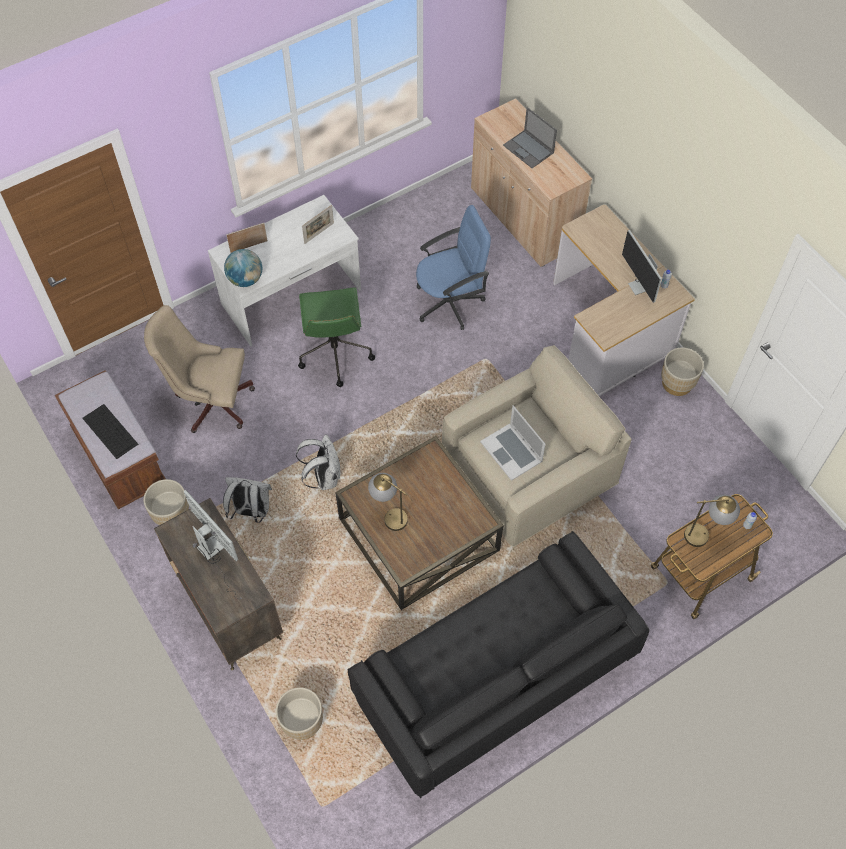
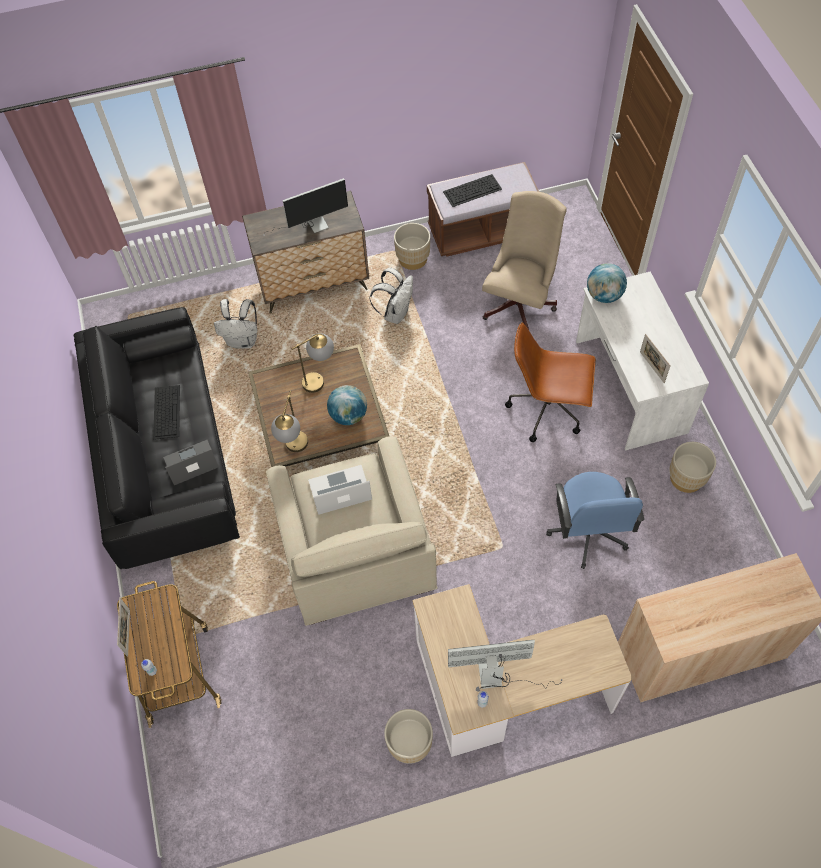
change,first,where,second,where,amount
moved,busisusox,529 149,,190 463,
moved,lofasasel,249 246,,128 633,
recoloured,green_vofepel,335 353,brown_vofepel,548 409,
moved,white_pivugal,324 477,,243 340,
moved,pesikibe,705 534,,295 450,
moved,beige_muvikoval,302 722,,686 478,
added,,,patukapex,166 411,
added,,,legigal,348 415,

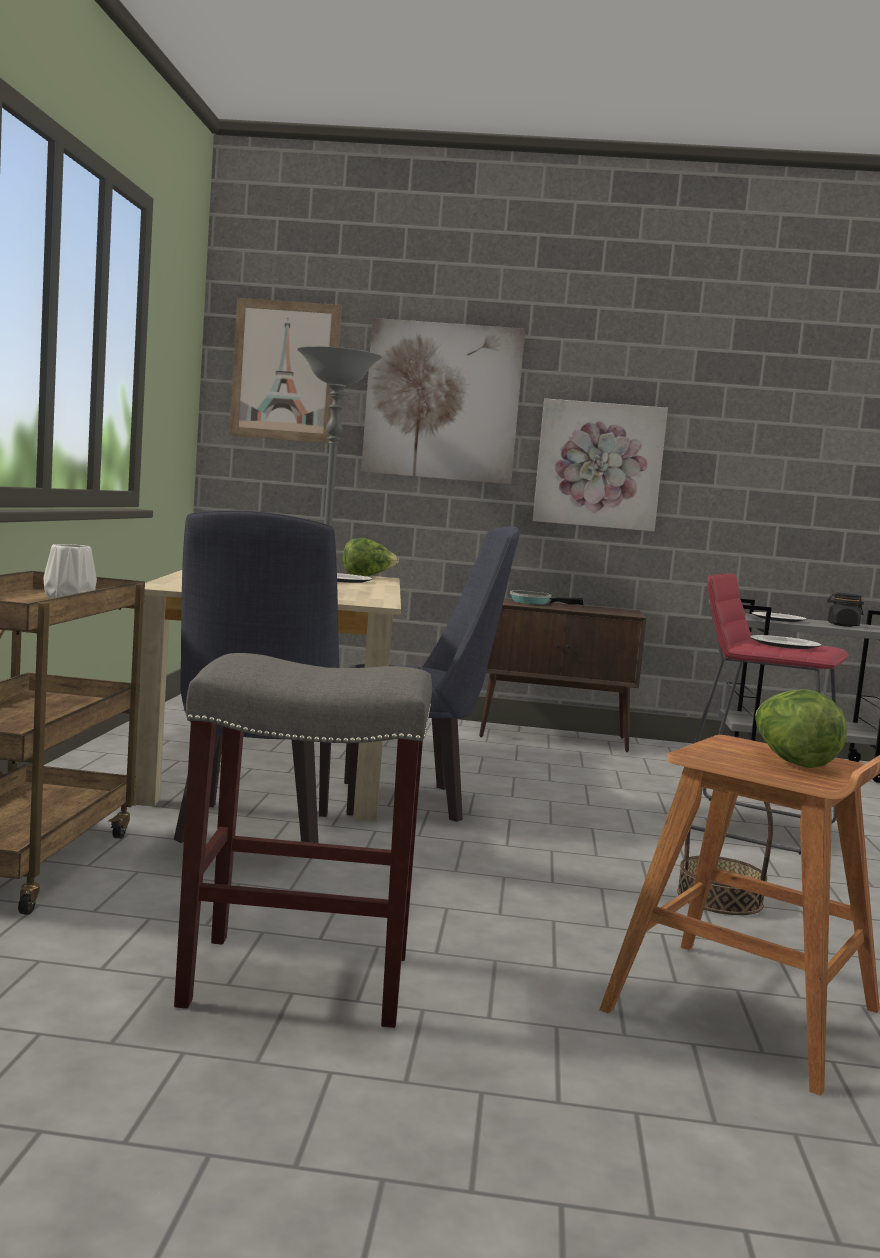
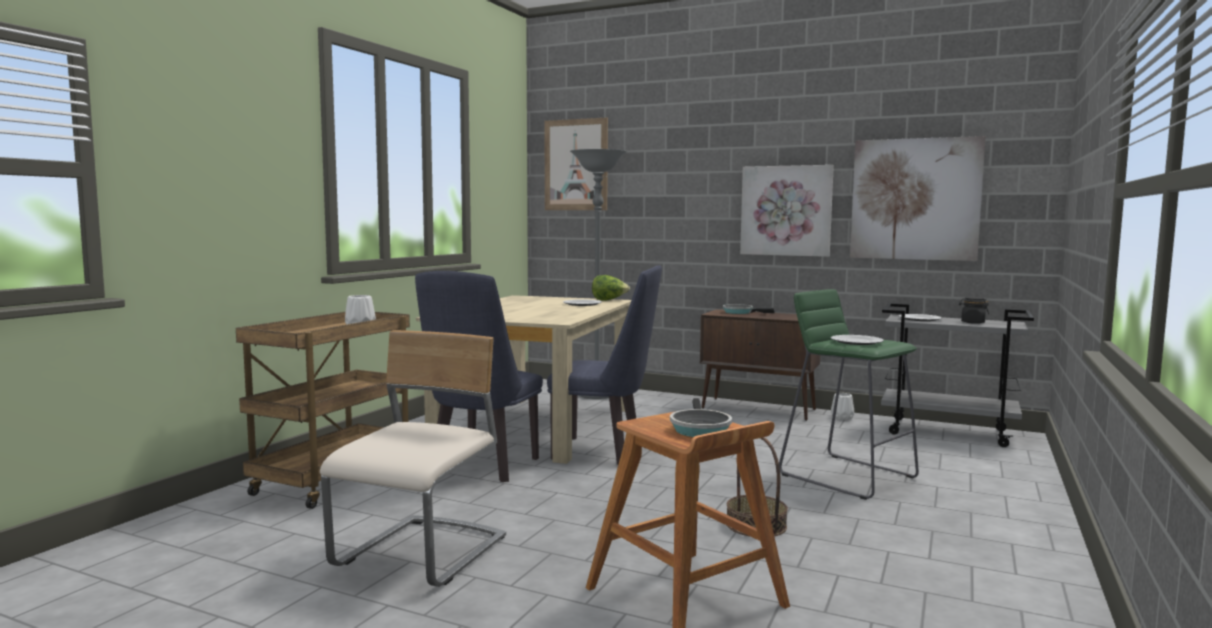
change,first,where,second,where,amount
moved,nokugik,442 401,,915 199,
recoloured,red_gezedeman,752 824,green_gezedeman,847 475,
replaced,grey_gezedeman,301 979,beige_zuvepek,423 554,
replaced,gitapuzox,791 762,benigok,699 428,
added,,,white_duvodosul,842 417,

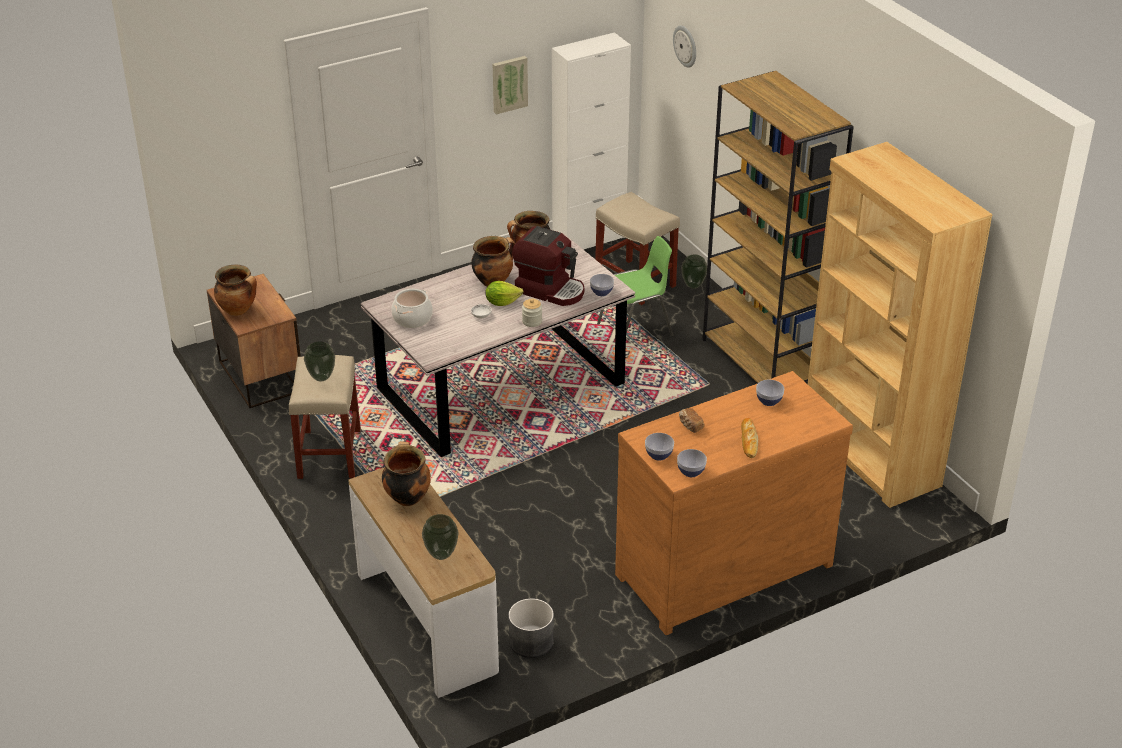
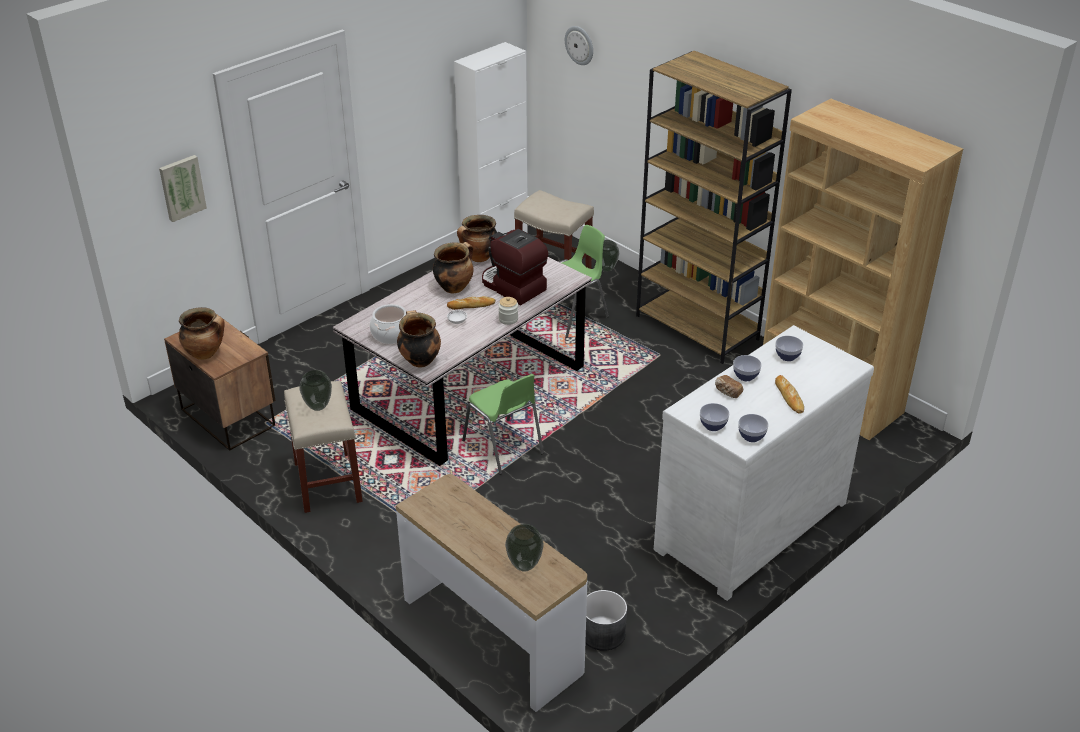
change,first,where,second,where,amount
moved,nokugik,509 84,,181 187,
turned,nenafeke,550 290,,512 287,150 degrees counterclockwise
moved,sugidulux,601 292,,745 376,
replaced,gitapuzox,502 302,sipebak,471 305,
recoloured,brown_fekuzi,721 567,white_fekuzi,747 524,
moved,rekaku,407 497,,419 360,
added,,,green_zuvepek,503 447,

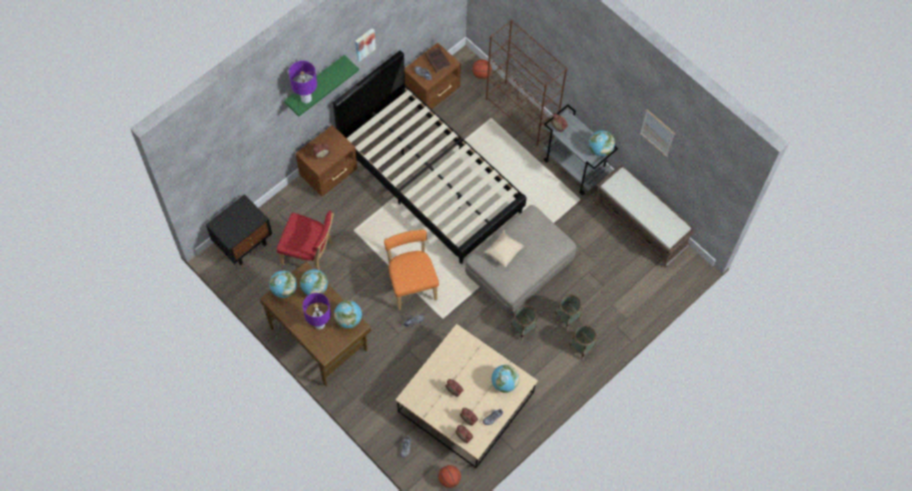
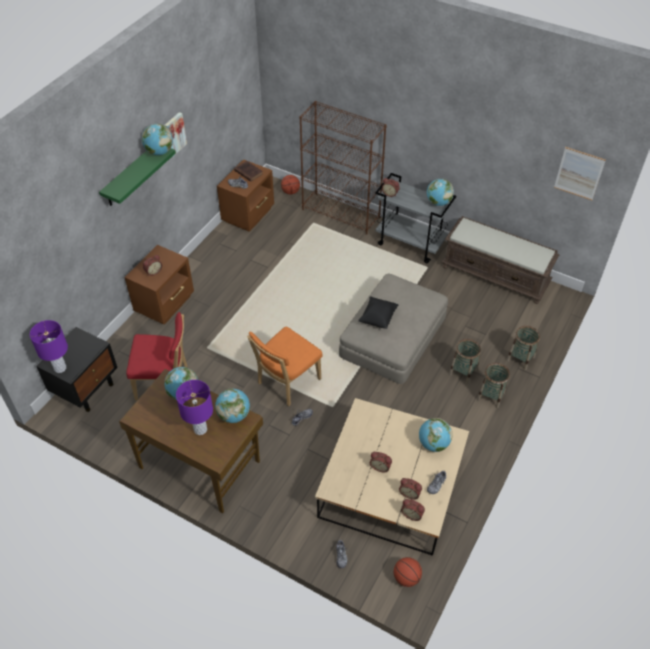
change,first,where,second,where,amount
removed,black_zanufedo,430 179,,,
moved,purple_pesikibe,306 99,,60 368,
moved,nokugik,657 133,,579 173,
turned,orange_zuvepek,411 284,,286 382,105 degrees counterclockwise
recoloured,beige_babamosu,504 252,black_babamosu,378 318,
moved,legigal,284 289,,159 152,
moved,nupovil,523 328,,520 358,

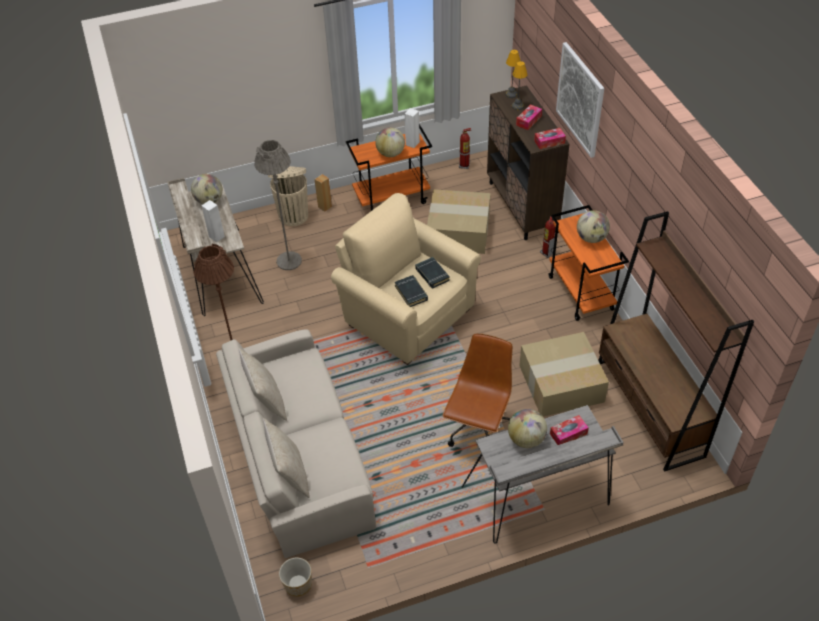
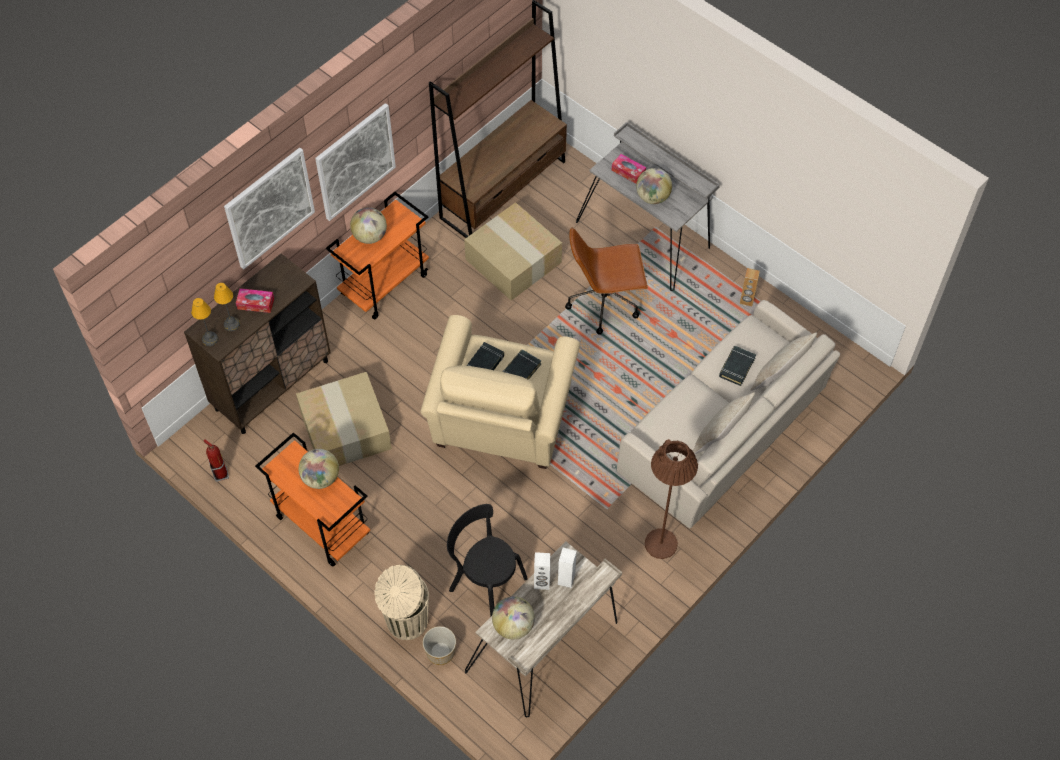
change,first,where,second,where,amount
moved,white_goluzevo,412 143,,542 583,
removed,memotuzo,549 142,,,
replaced,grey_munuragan,289 261,black_zuvepek,485 581,
moved,brown_goluzevo,324 206,,746 301,
removed,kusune,547 253,,,
moved,muvikoval,297 584,,440 652,
added,,,nokugik,355 161,
added,,,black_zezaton,736 367,

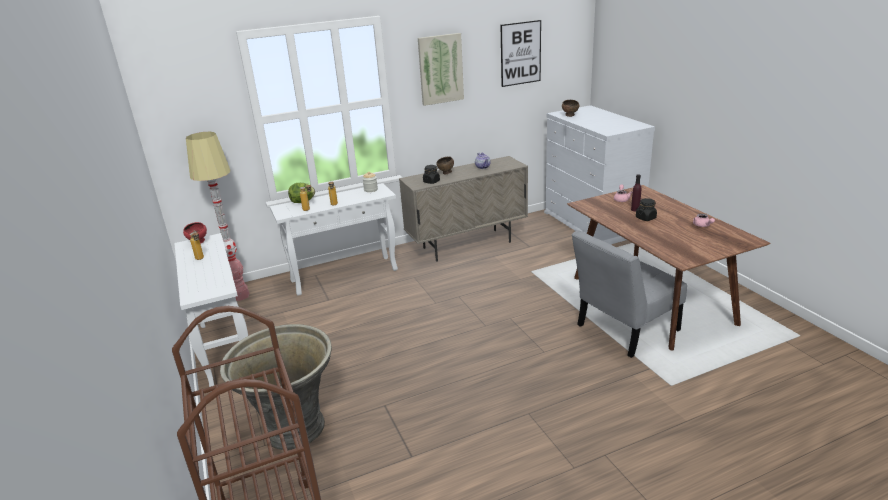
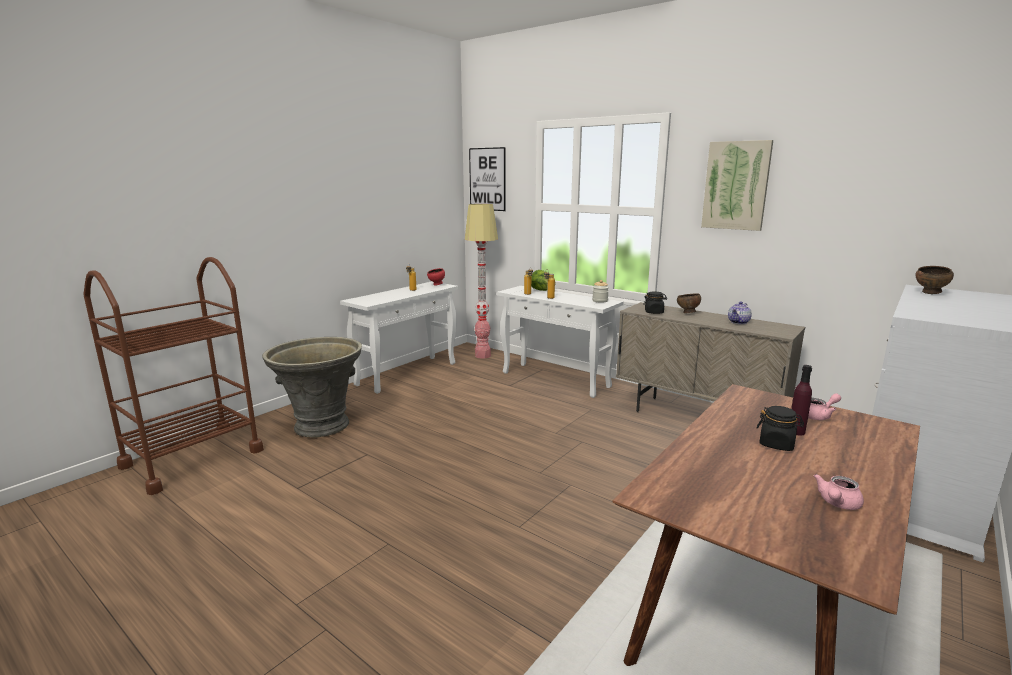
change,first,where,second,where,amount
moved,nokugik,520 53,,487 179,
removed,grey_zuvepek,623 330,,,

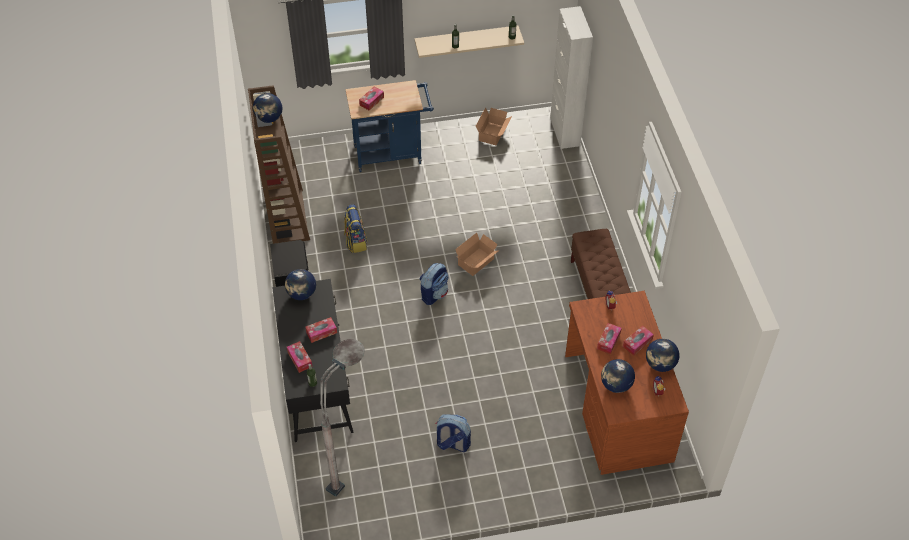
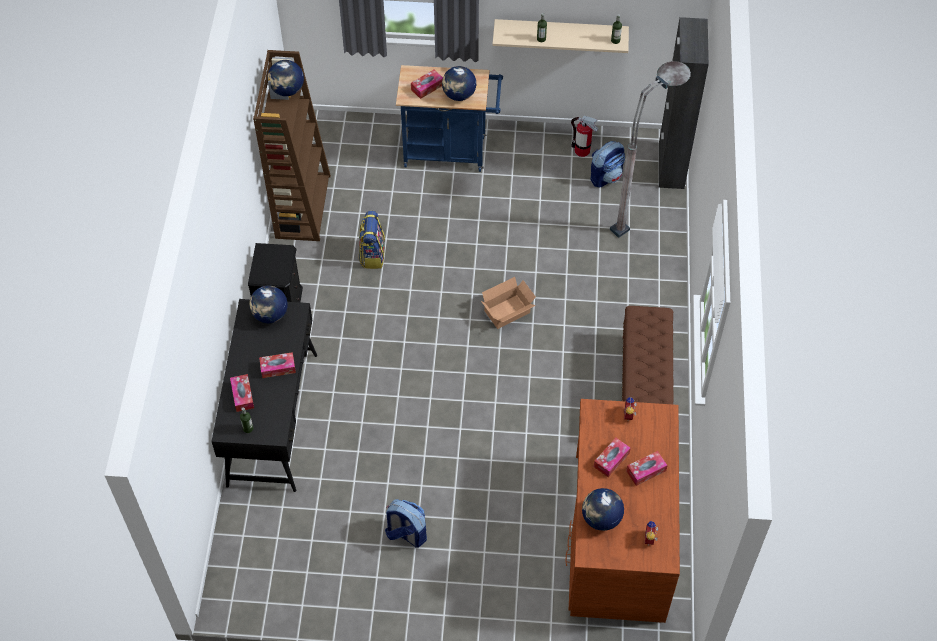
change,first,where,second,where,amount
recoloured,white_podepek,565 132,black_podepek,671 166,
replaced,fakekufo,493 133,kusune,582 150,
moved,pivugal,434 294,,606 176,
moved,grey_munuragan,354 467,,642 215,
moved,legigal,660 364,,459 95,

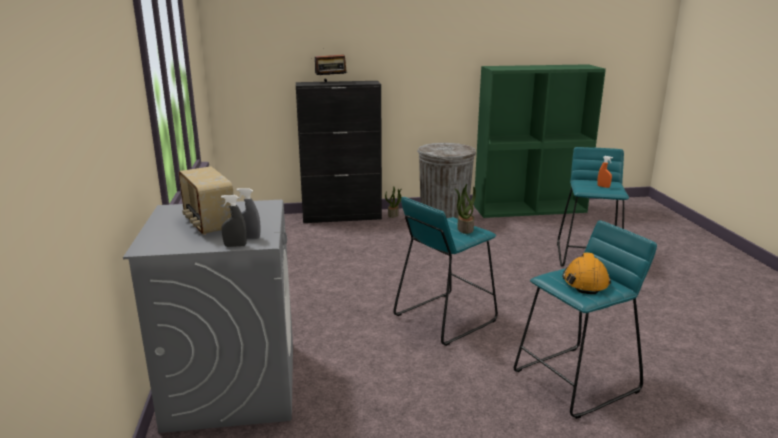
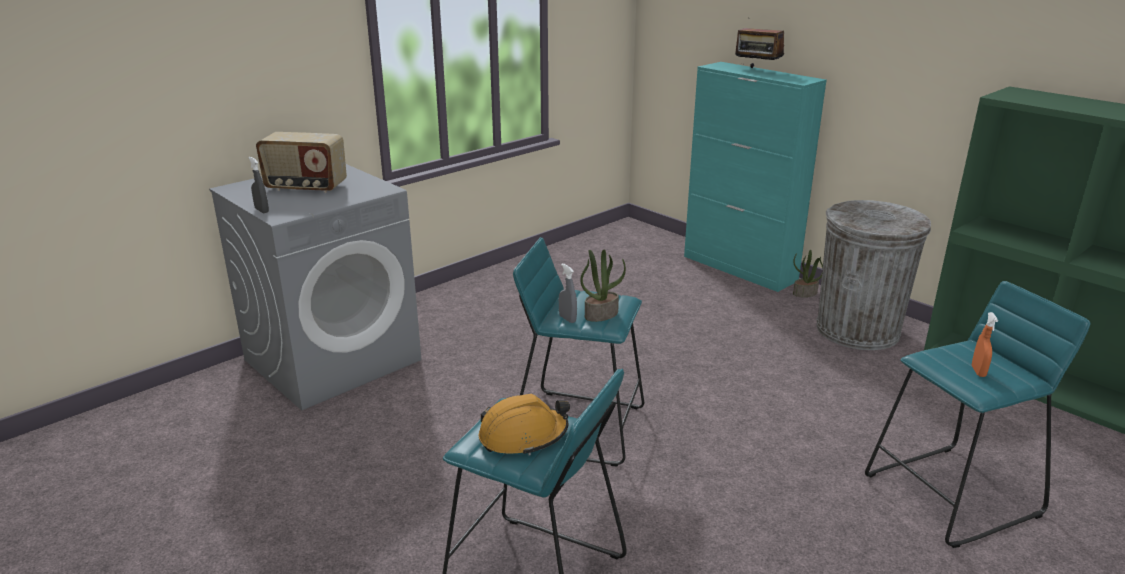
change,first,where,second,where,amount
recoloured,black_podepek,342 217,turquoise_podepek,739 268,
turned,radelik,208 224,,306 187,105 degrees counterclockwise
moved,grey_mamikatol,249 238,,567 319,

